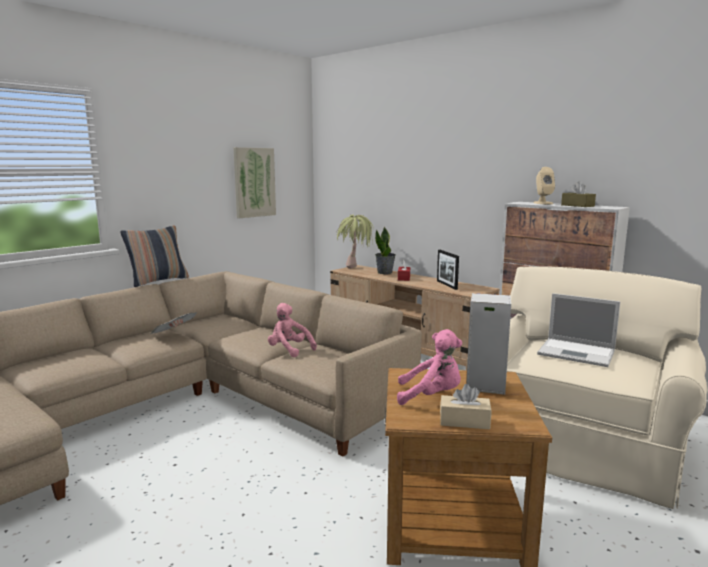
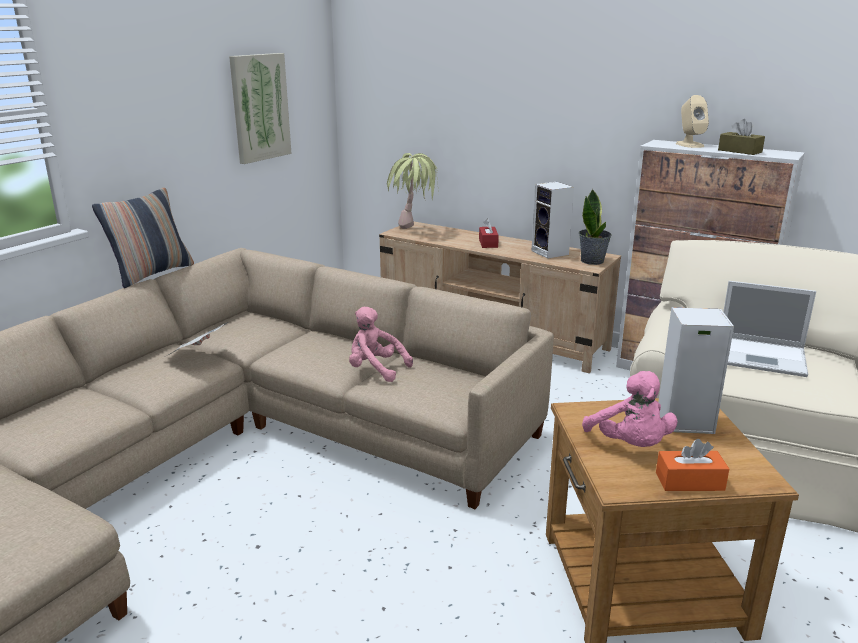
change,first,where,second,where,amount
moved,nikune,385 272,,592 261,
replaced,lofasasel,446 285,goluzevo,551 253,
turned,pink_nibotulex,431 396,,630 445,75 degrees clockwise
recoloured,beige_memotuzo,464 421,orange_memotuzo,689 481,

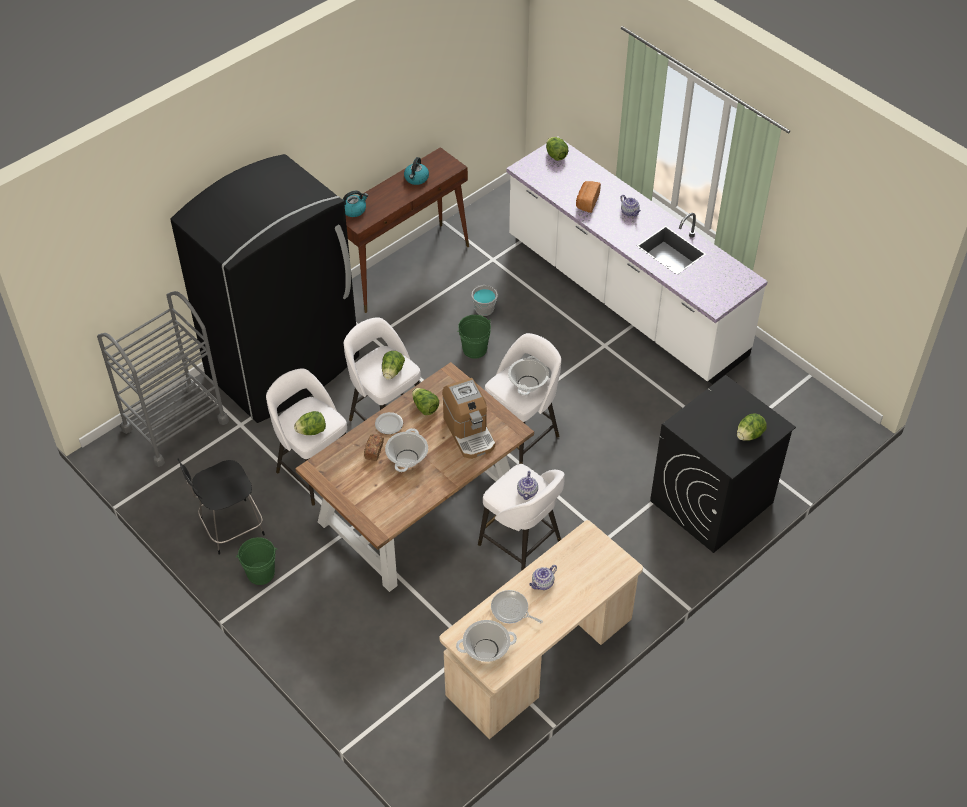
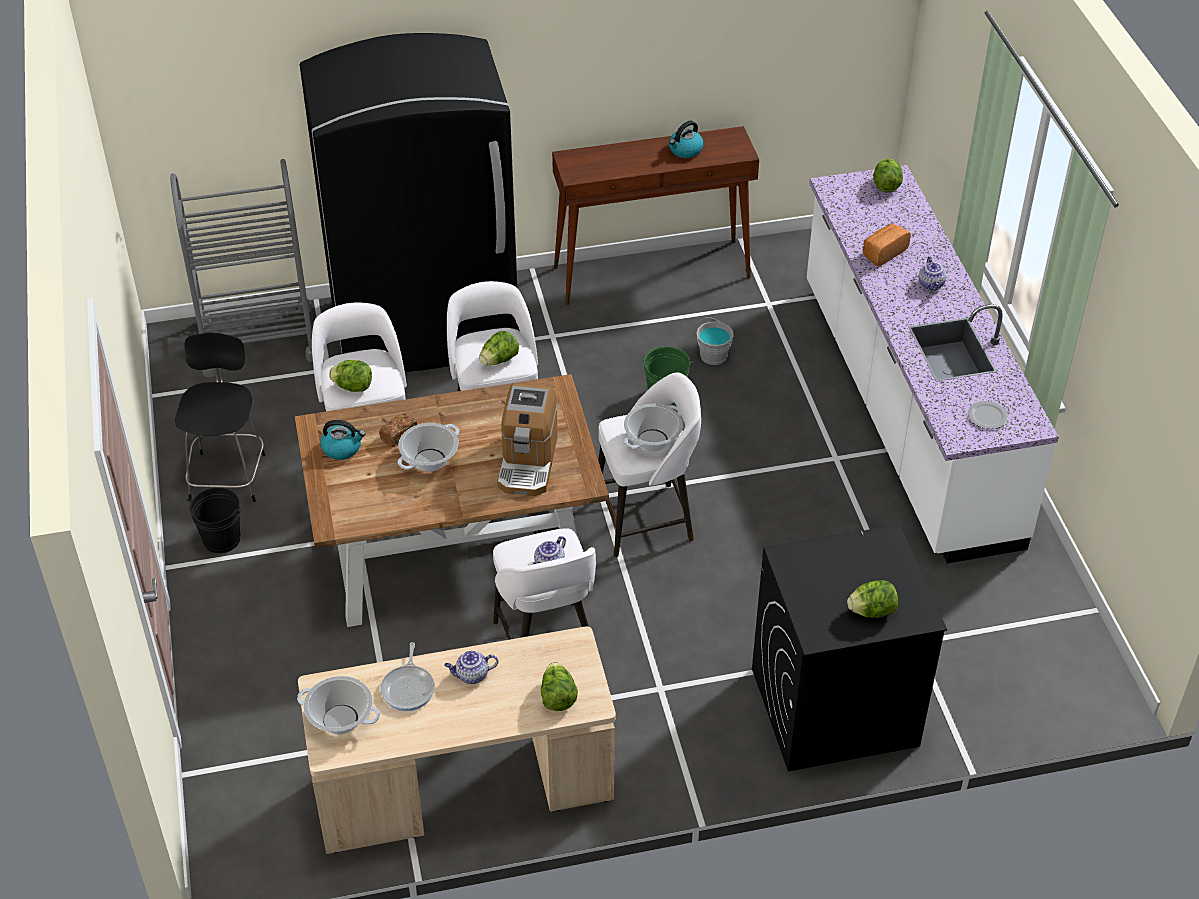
change,first,where,second,where,amount
moved,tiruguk,354 210,,342 448,
moved,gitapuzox,424 407,,557 697,
moved,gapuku,388 424,,987 416,
turned,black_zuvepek,229 527,,228 474,90 degrees clockwise
recoloured,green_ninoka,260 573,black_ninoka,221 539,
turned,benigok,511 610,,408 688,150 degrees counterclockwise

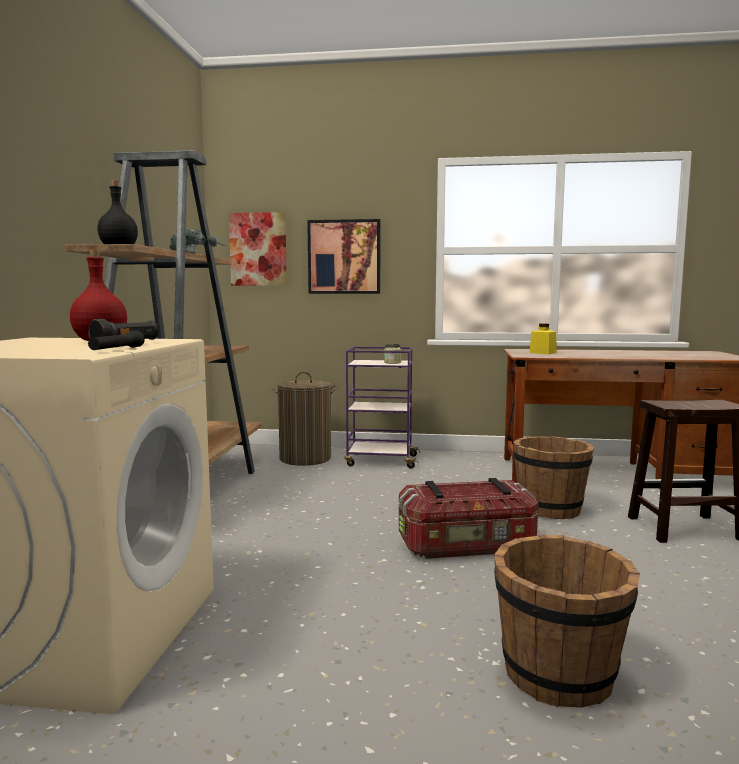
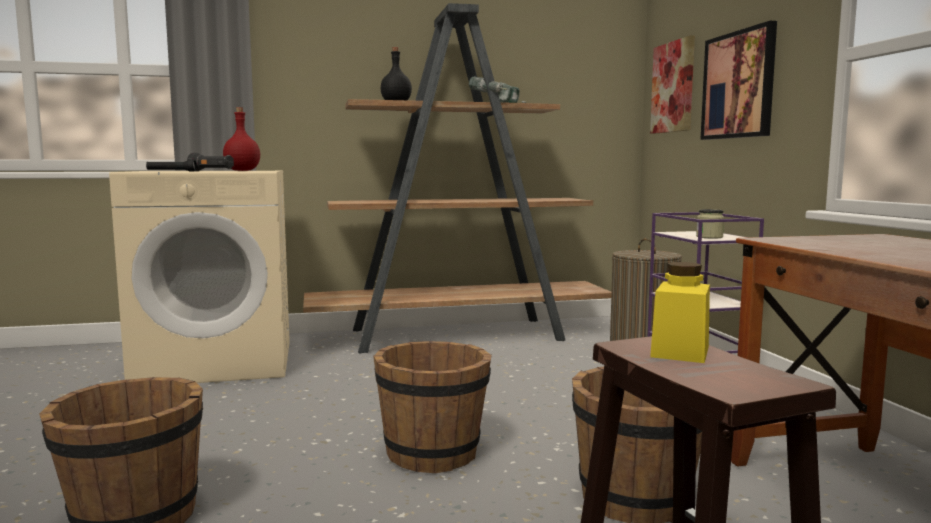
change,first,where,second,where,amount
moved,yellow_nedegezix,542 353,,680 351,
replaced,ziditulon,467 546,brown_ninoka,433 453,

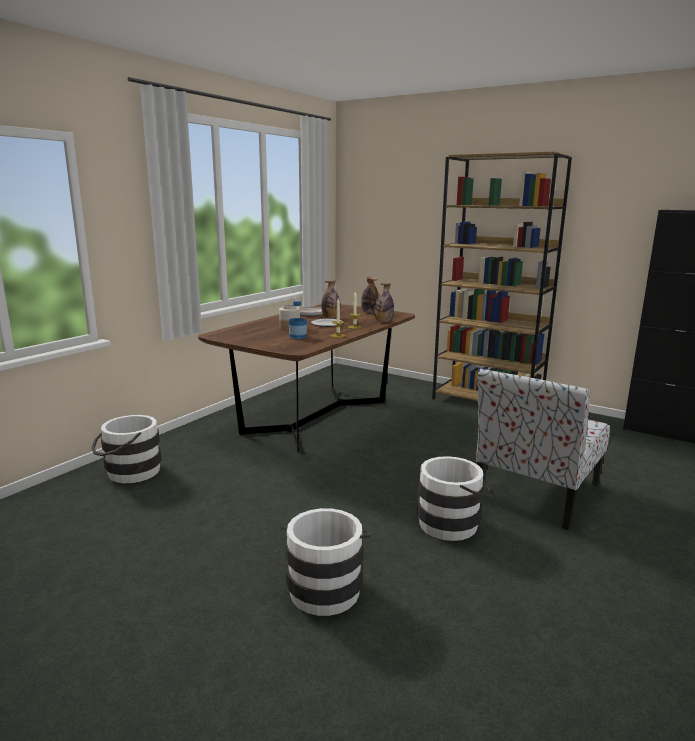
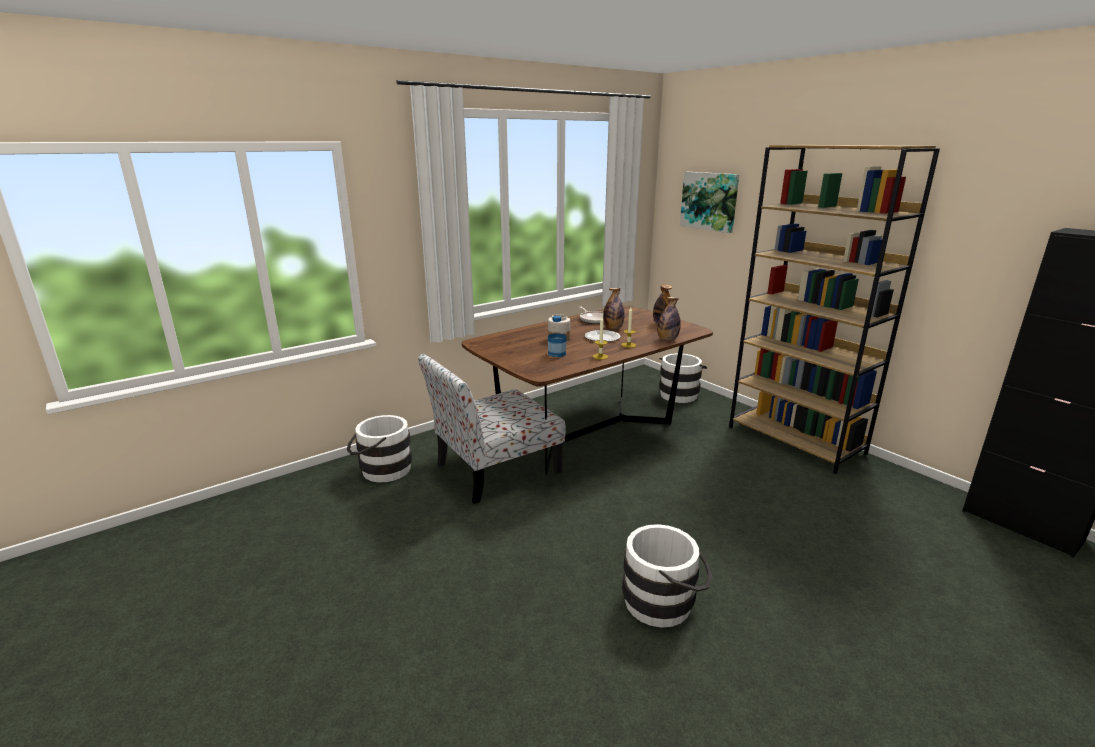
change,first,where,second,where,amount
moved,zuvepek,535 493,,495 470,
moved,white_ninoka,326 586,,679 393,
added,,,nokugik,709 201,

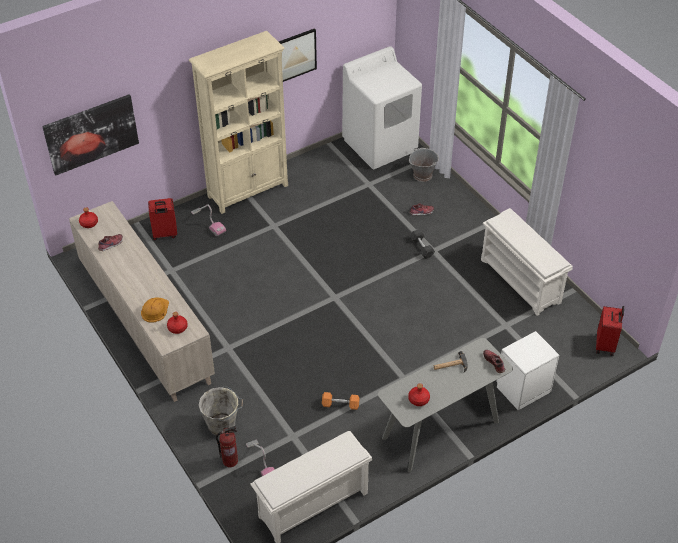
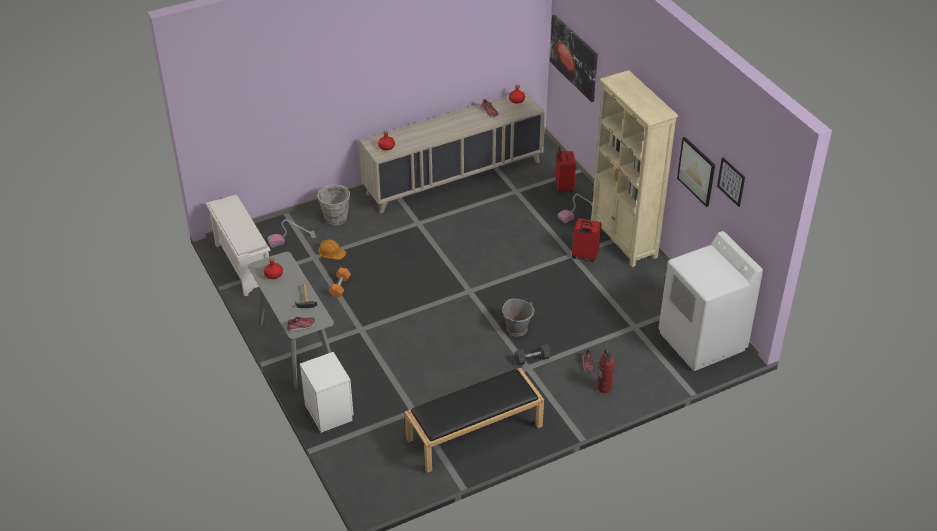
change,first,where,second,where,amount
moved,grey_ninoka,422 175,,517 329,
replaced,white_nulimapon,521 281,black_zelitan,474 433,
moved,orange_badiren,155 310,,331 251,
moved,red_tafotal,606 345,,584 256,
moved,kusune,230 460,,604 388,
added,,,nokugik,731 181,

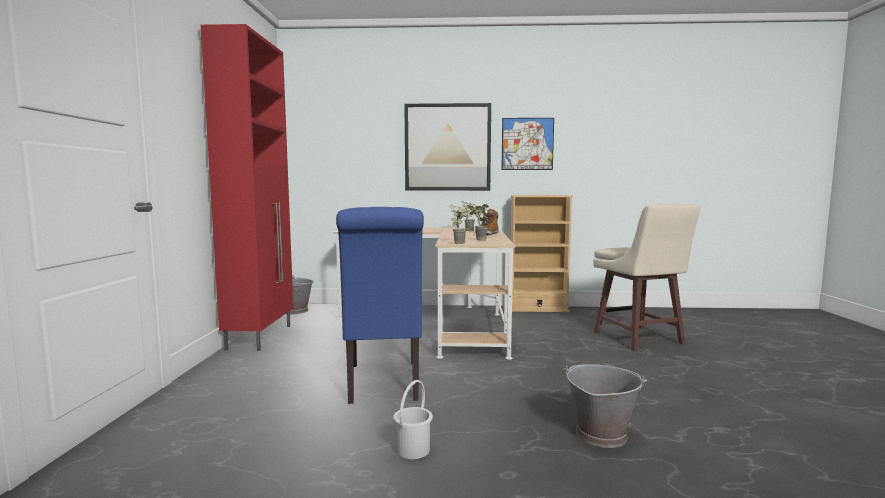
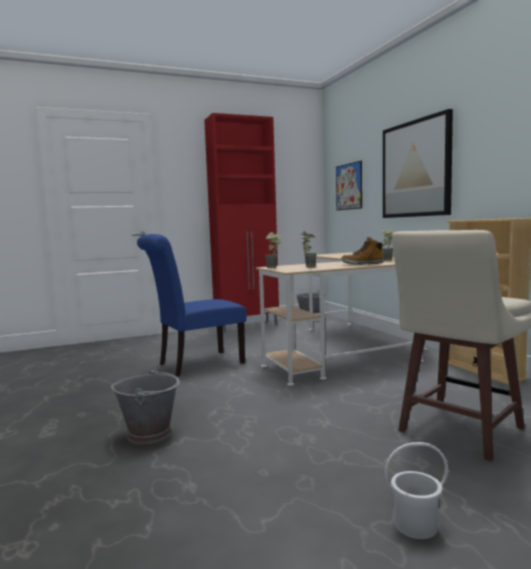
change,first,where,second,where,amount
moved,nokugik,527 144,,349 186,
moved,white_ninoka,412 450,,415 524,

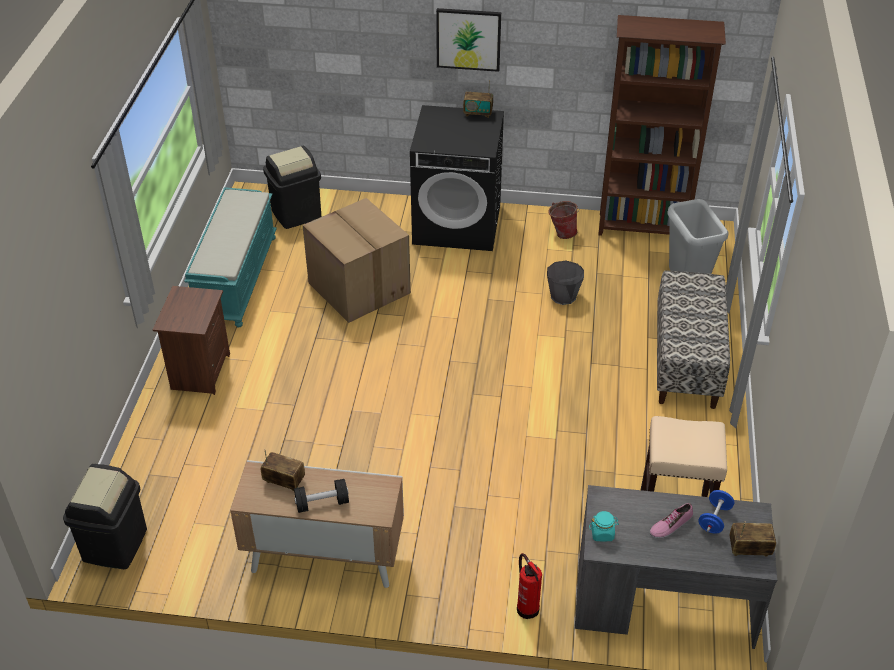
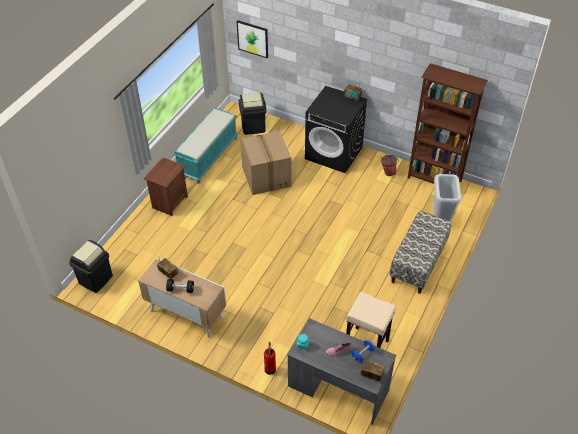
change,first,where,second,where,amount
moved,nokugik,468 39,,253 38,
removed,grey_ninoka,563 296,,,

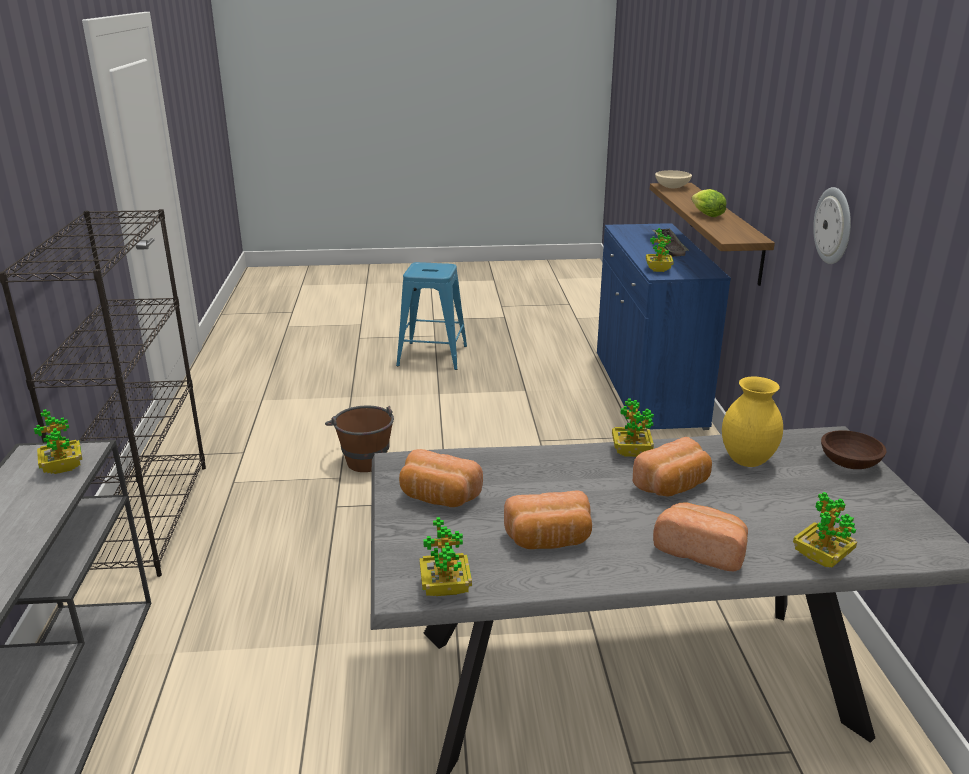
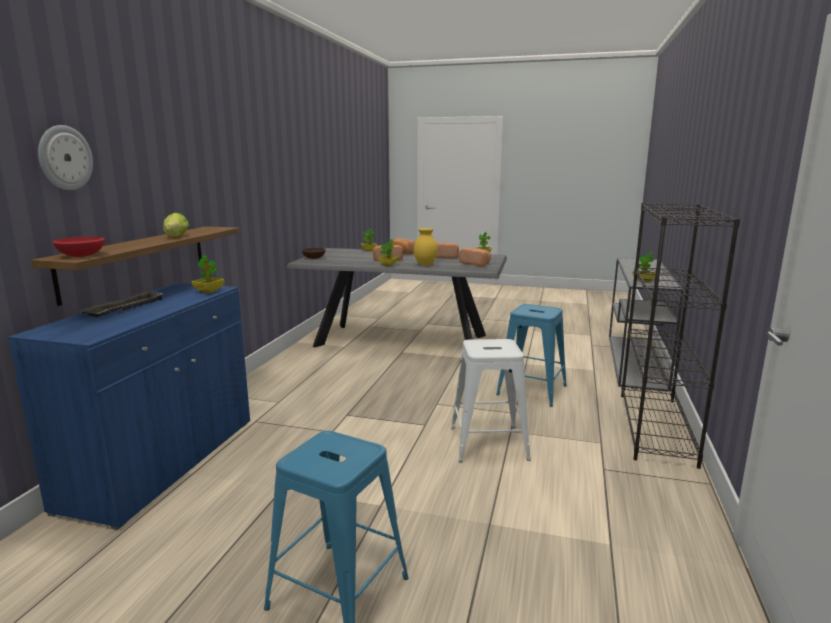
change,first,where,second,where,amount
recoloured,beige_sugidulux,672 187,red_sugidulux,81 256,
moved,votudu,834 225,,64 158,
moved,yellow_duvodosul,747 461,,425 265,
replaced,brown_ninoka,363 458,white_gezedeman,489 443,
added,,,blue_gezedeman,532 390,

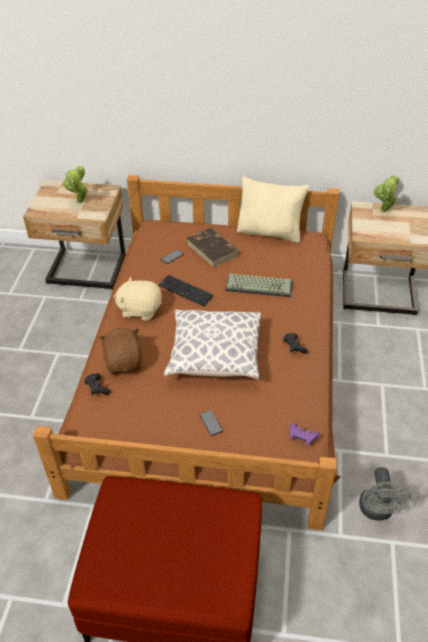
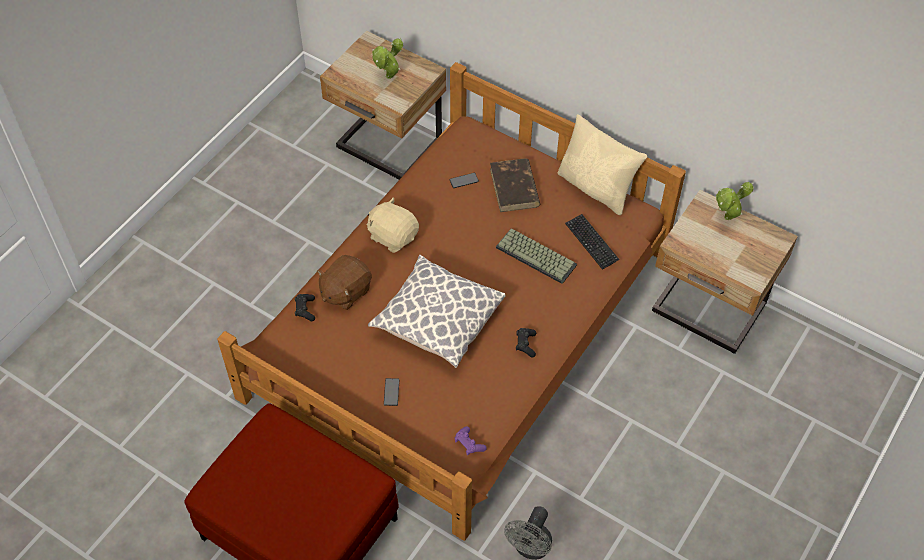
change,first,where,second,where,amount
moved,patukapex,185 291,,591 242,
turned,brown_nibotulex,124 362,,345 291,150 degrees counterclockwise

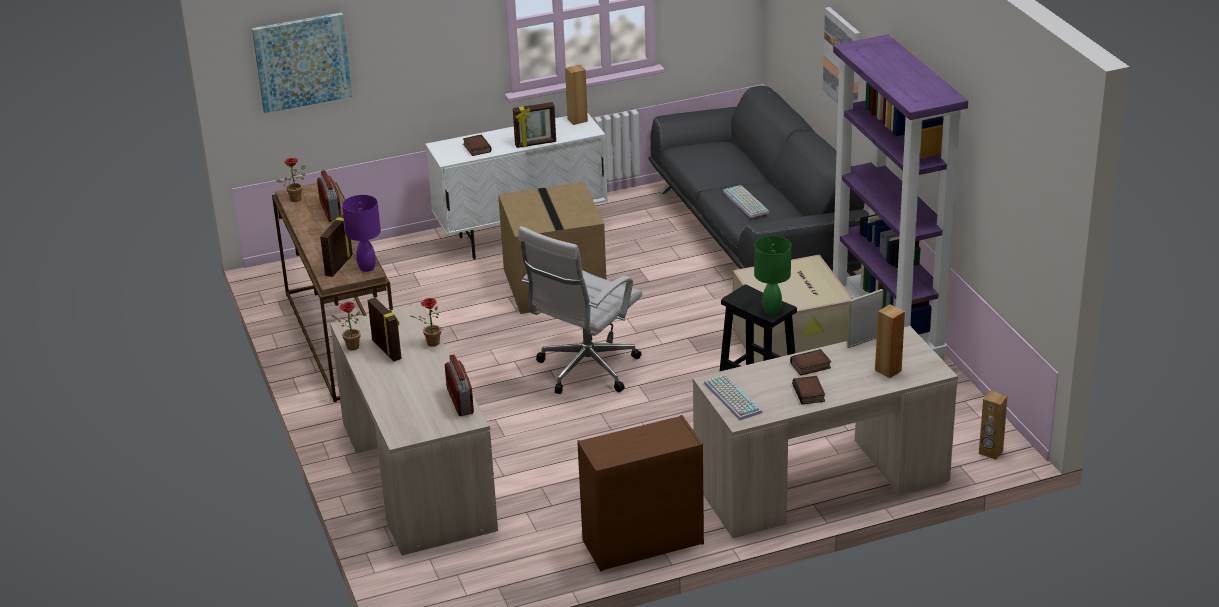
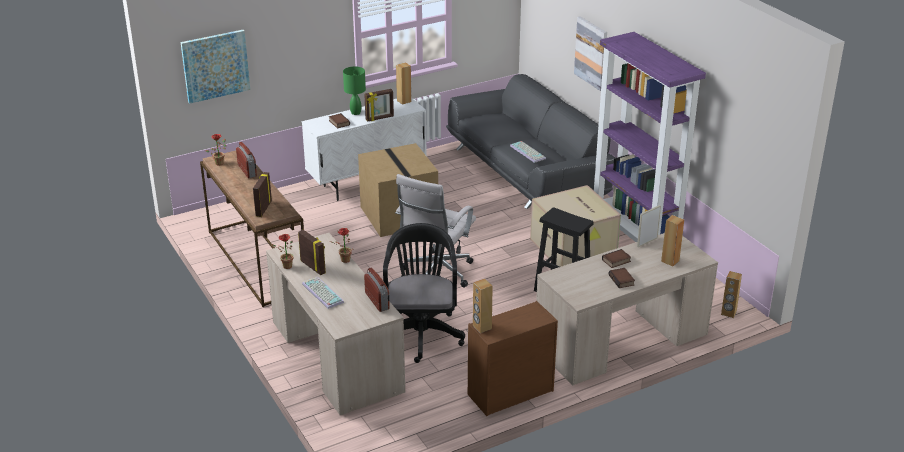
change,first,where,second,where,amount
removed,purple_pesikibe,367 268,,,
moved,green_pesikibe,771 311,,355 113,
moved,patukapex,731 398,,321 293,
added,,,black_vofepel,421 332,
added,,,brown_goluzevo,482 327,

